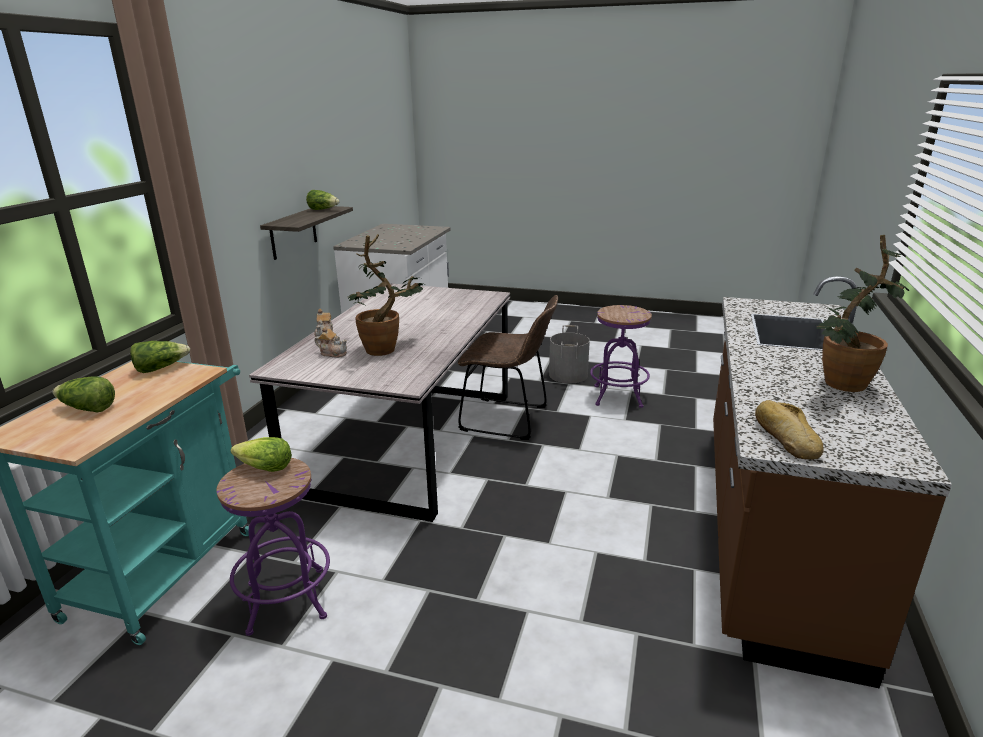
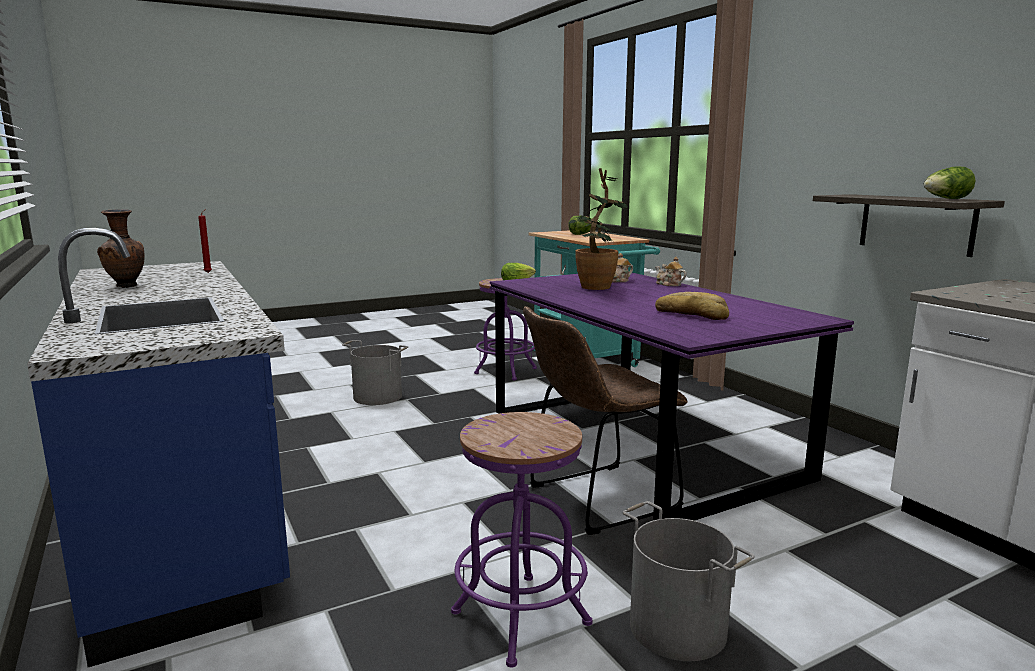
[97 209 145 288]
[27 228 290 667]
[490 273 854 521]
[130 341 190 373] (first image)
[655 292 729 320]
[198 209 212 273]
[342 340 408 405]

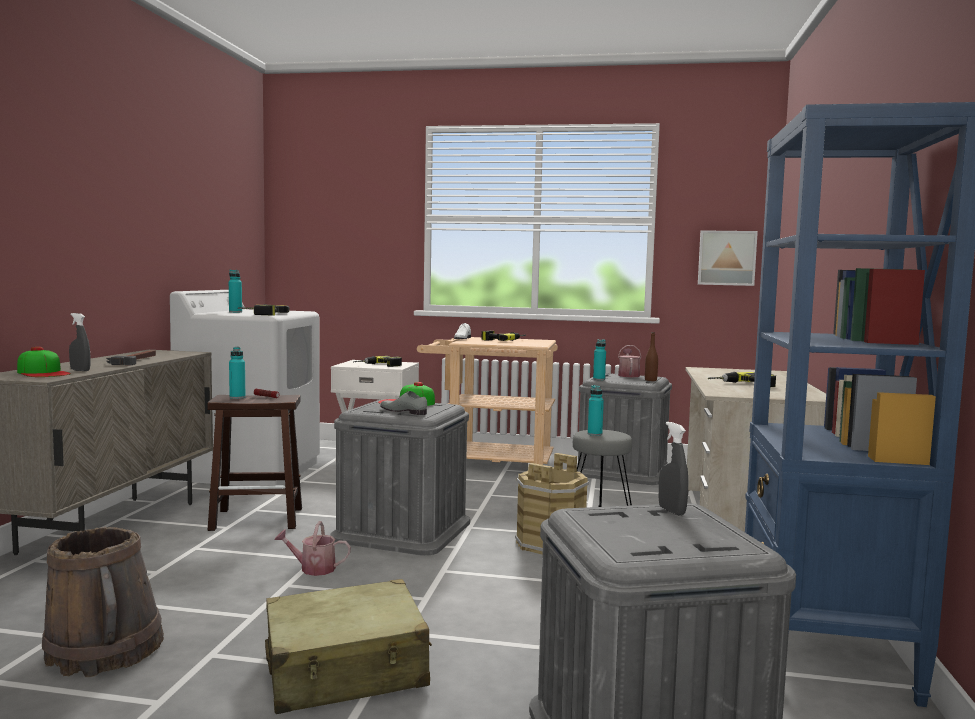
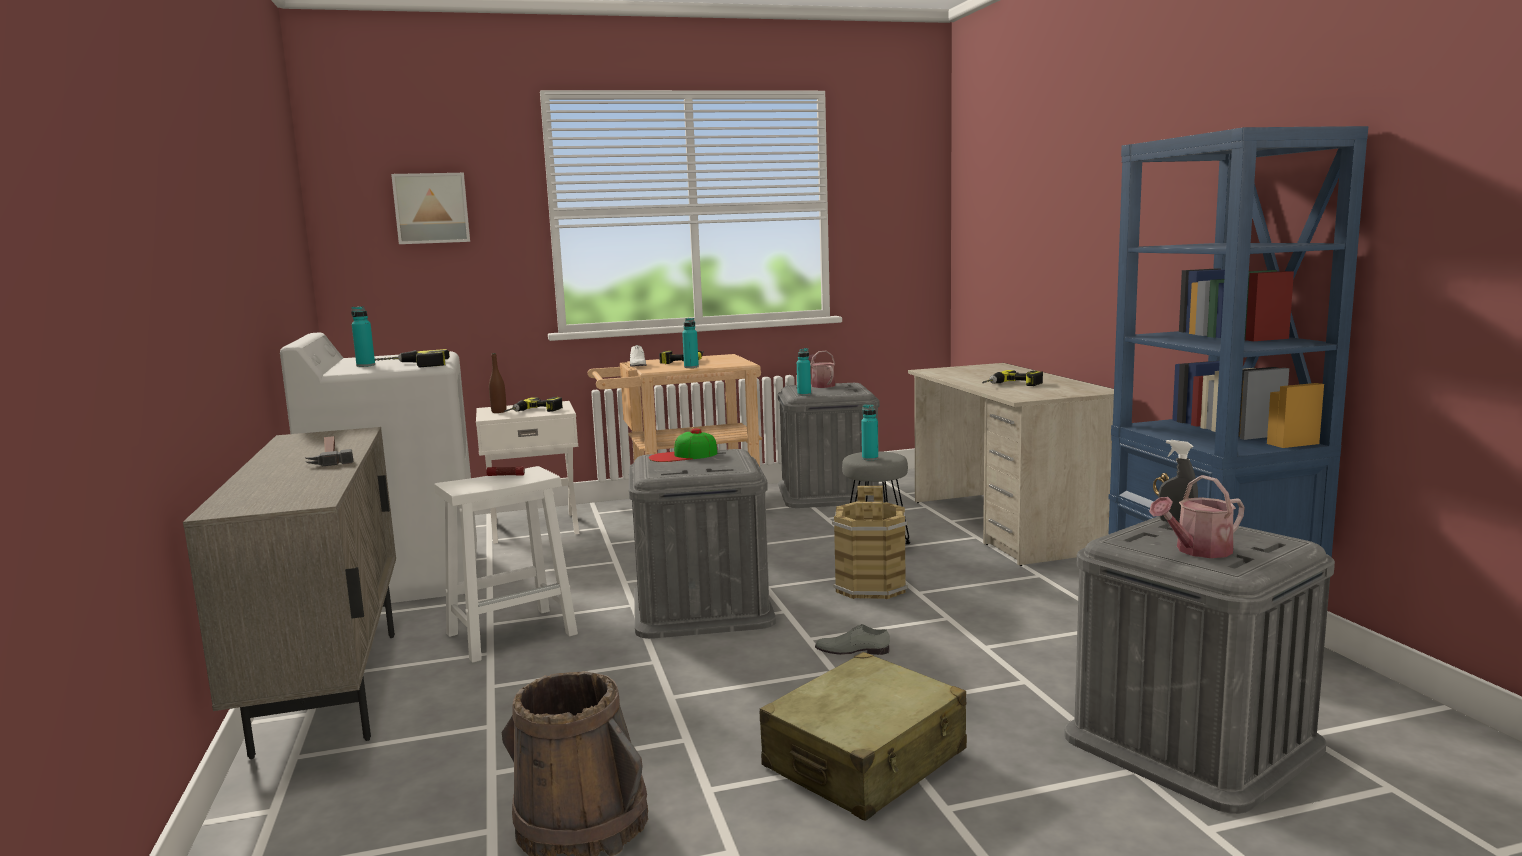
[391 173 470 244]
[69 313 90 371] (first image)
[489 353 507 413]
[17 347 71 377] (first image)
[682 318 699 368]
[815 624 890 655]
[434 466 578 663]
[1149 475 1245 558]

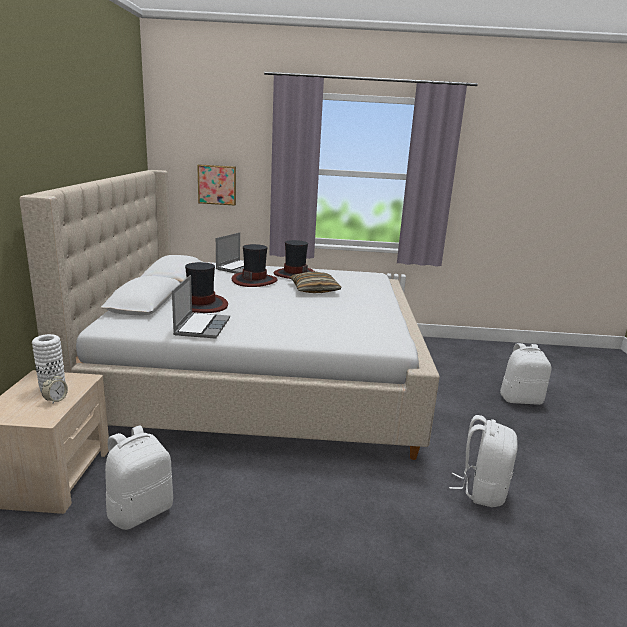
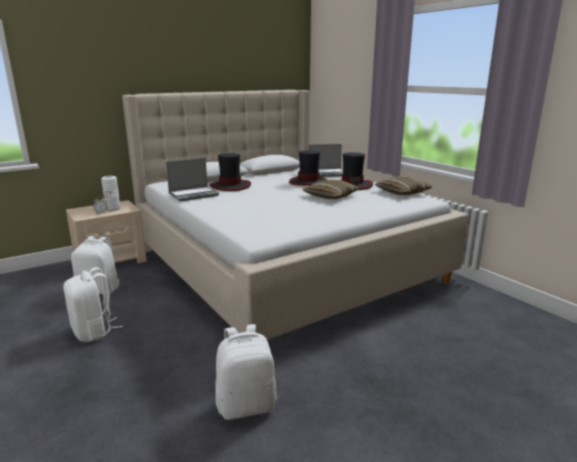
[197 164 236 206] (first image)
[63 267 123 342]
[375 177 432 195]

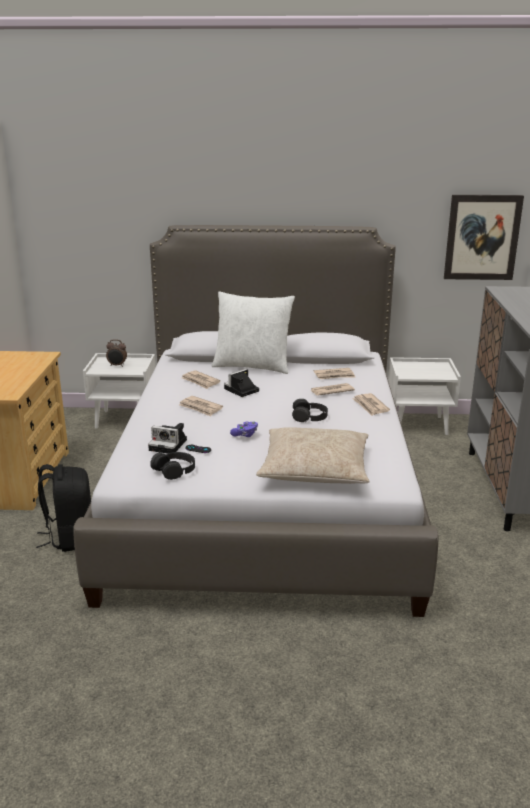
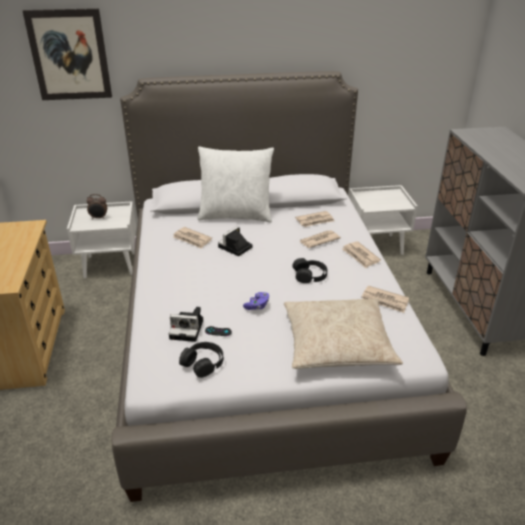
[23 8 112 100]
[361 286 409 313]
[36 464 91 552] (first image)

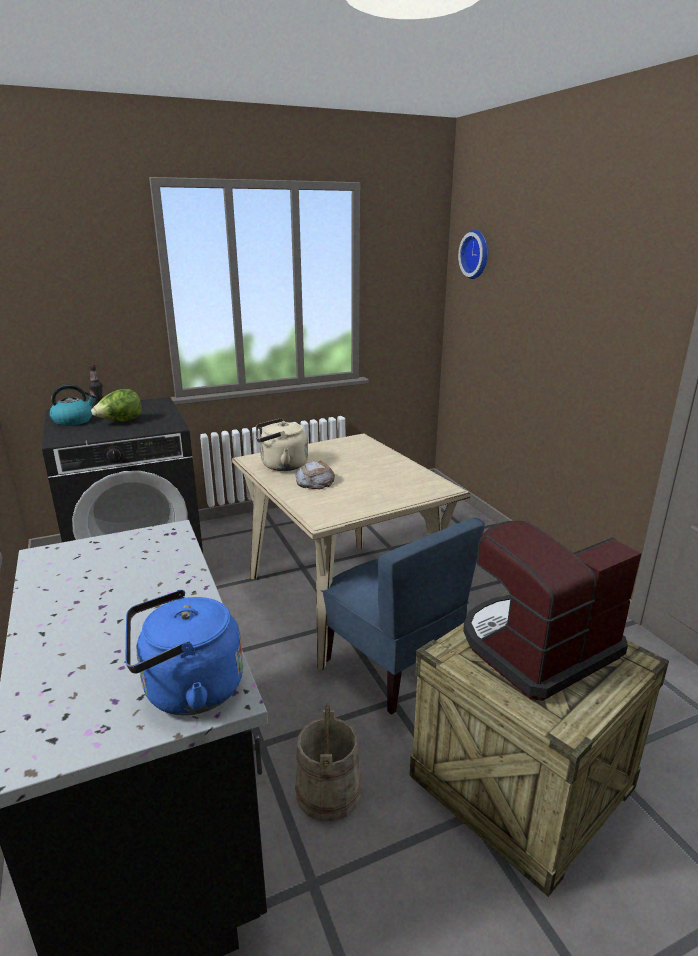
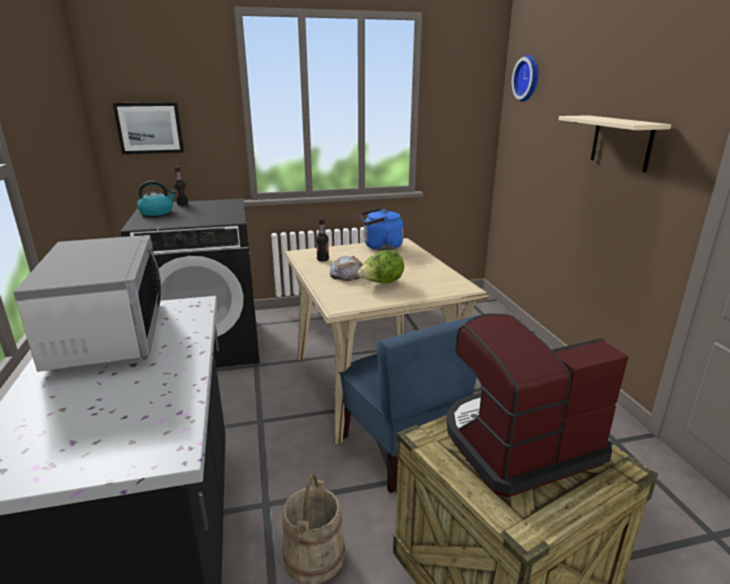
[358 250 404 284]
[316 218 329 261]
[360 208 404 251]
[113 102 184 154]
[558 115 671 172]
[13 235 161 372]

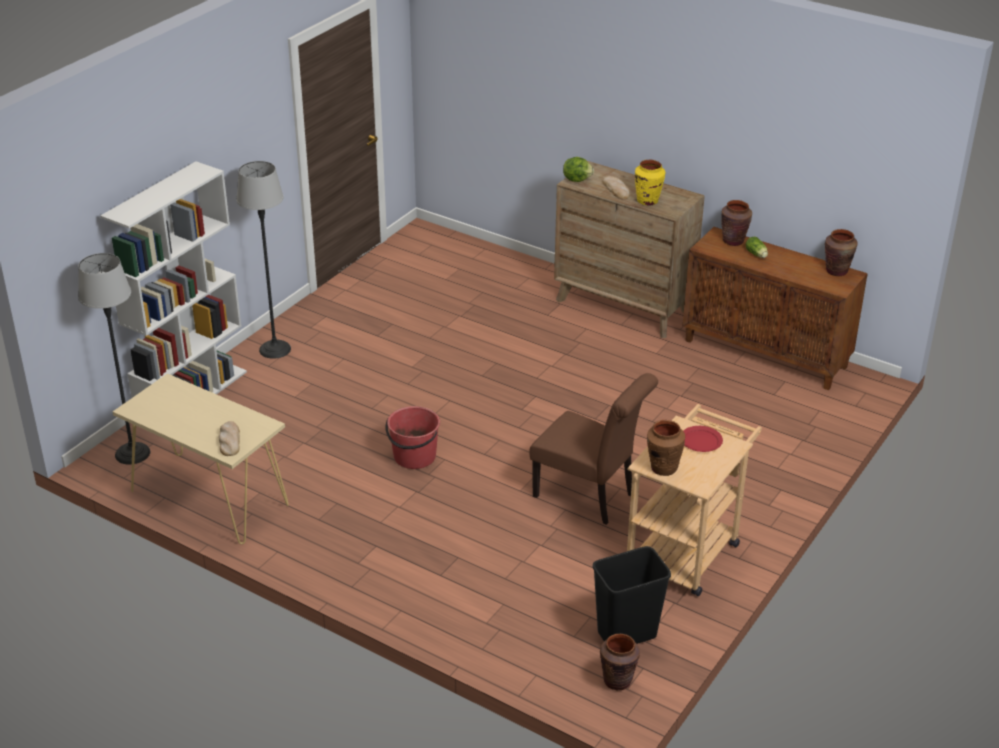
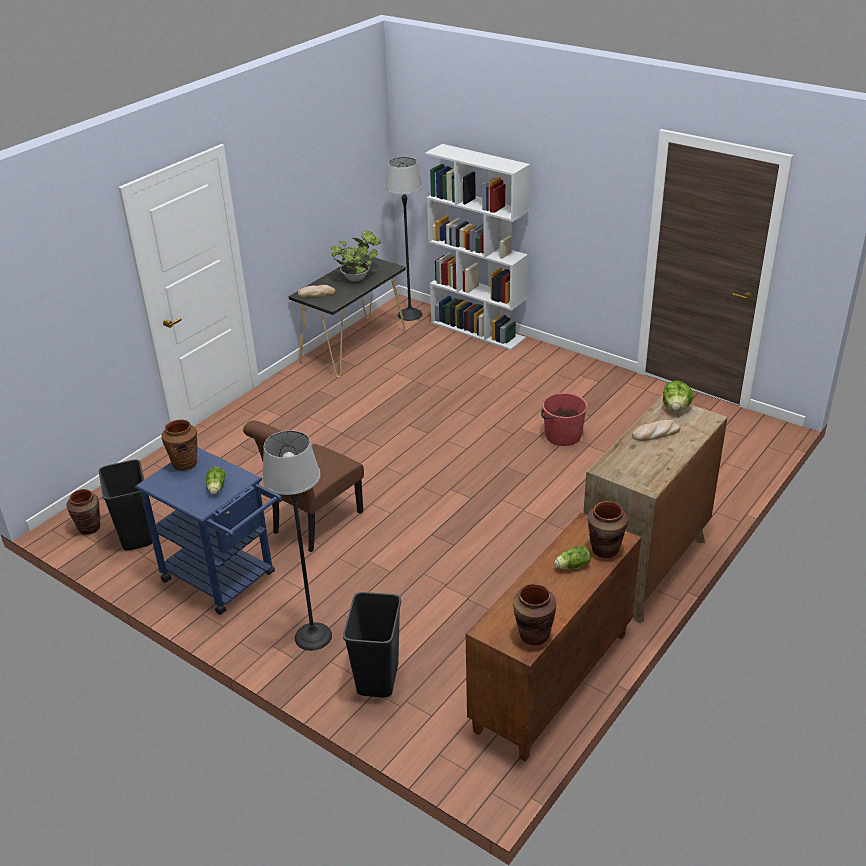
[635 160 665 206] (first image)
[262 431 332 651]
[288 255 406 377]
[135 447 282 615]
[541 392 588 446]
[206 467 225 494]
[331 231 381 281]
[343 592 401 697]

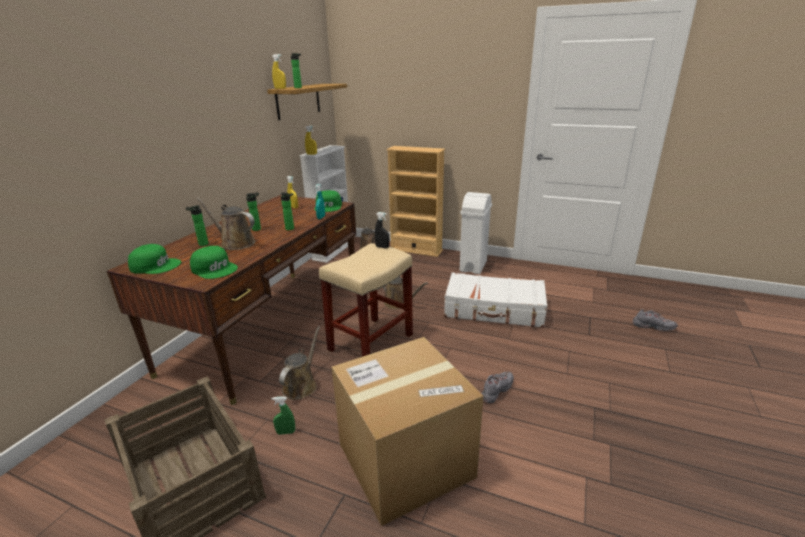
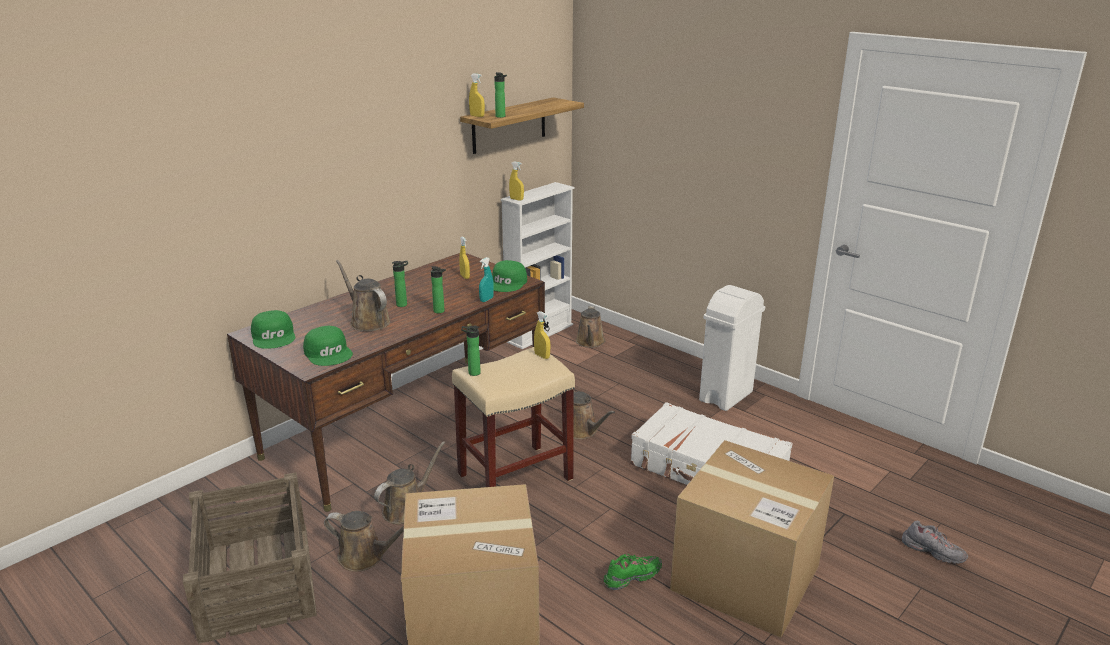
[386 146 445 257] (first image)
[461 325 481 376]
[534 311 550 359]
[251 310 295 349]
[604 554 662 590]
[324 511 404 572]
[670 440 834 638]

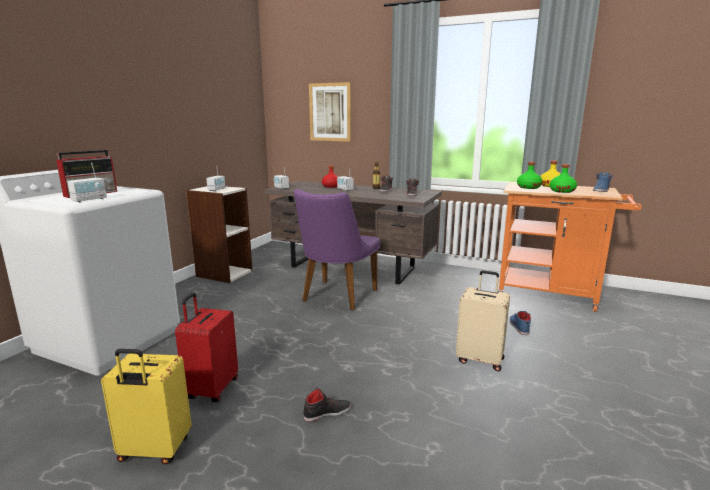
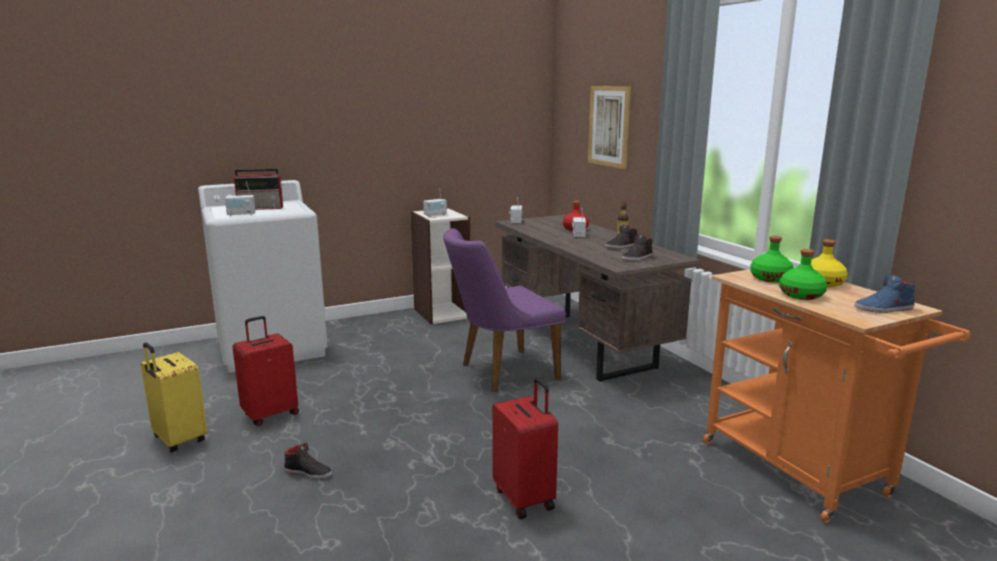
[492 378 558 519]
[509 311 531 335] (first image)

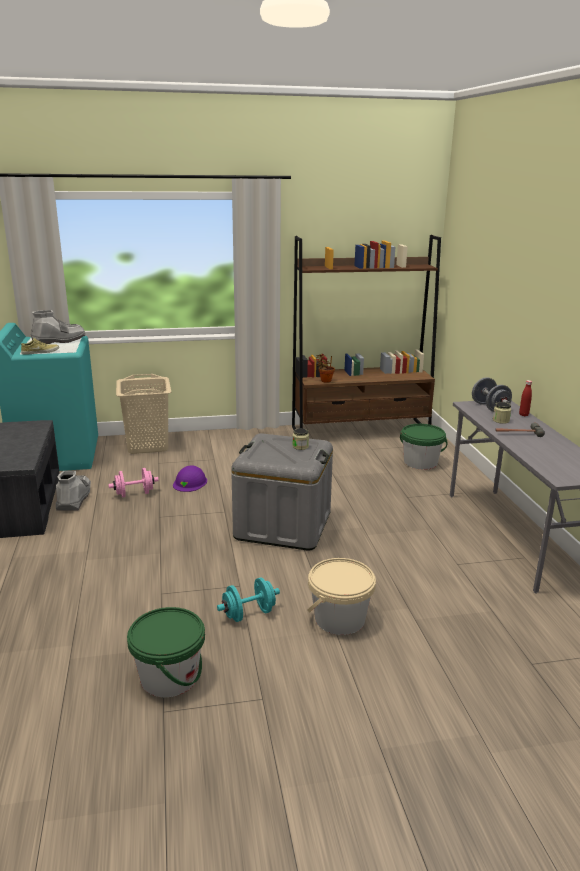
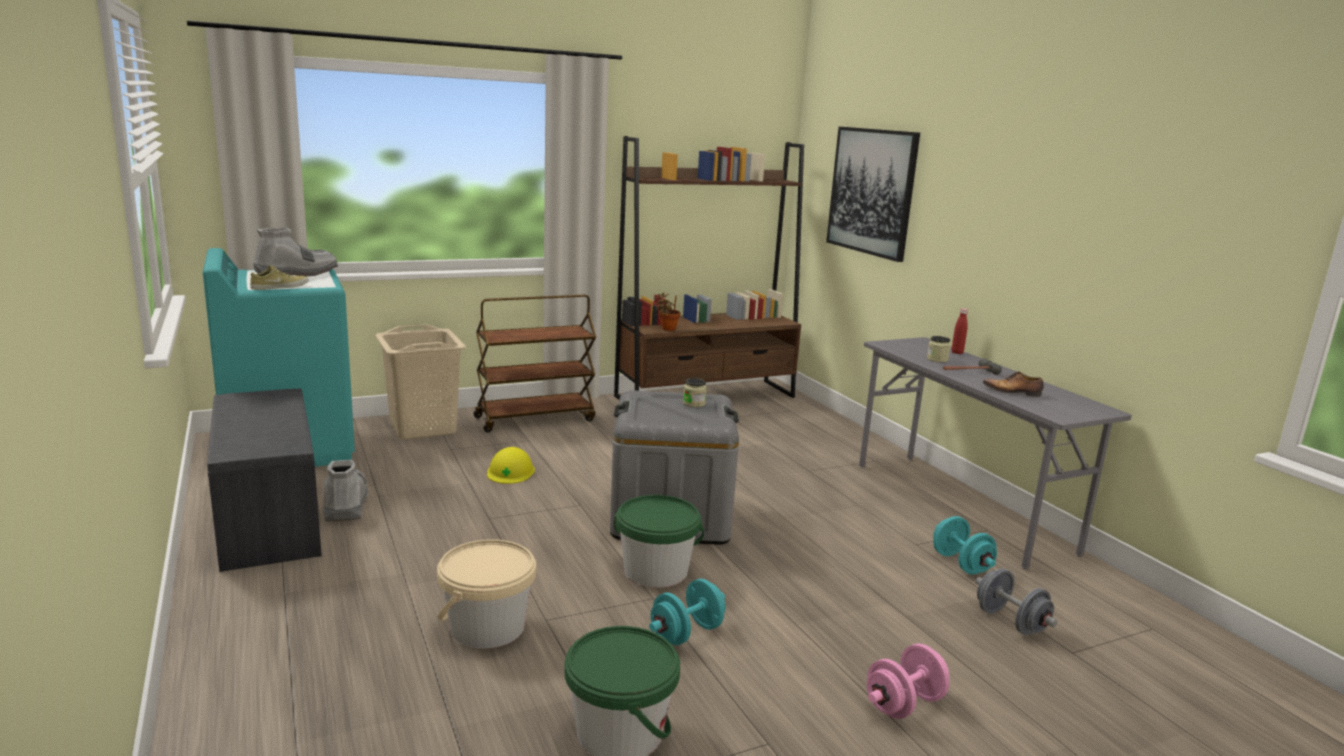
[975 568 1057 635]
[614 495 704 588]
[487 447 535 484]
[867 643 950 719]
[437 539 536 649]
[826 127 920 262]
[473 295 596 433]
[983 371 1044 397]
[933 516 997 574]

